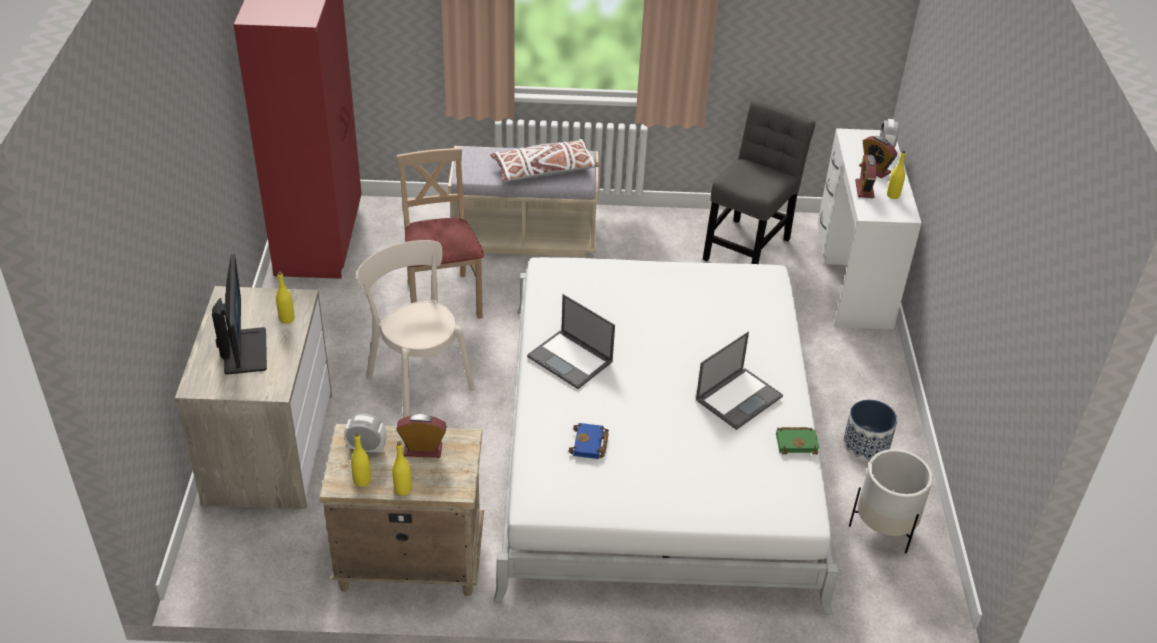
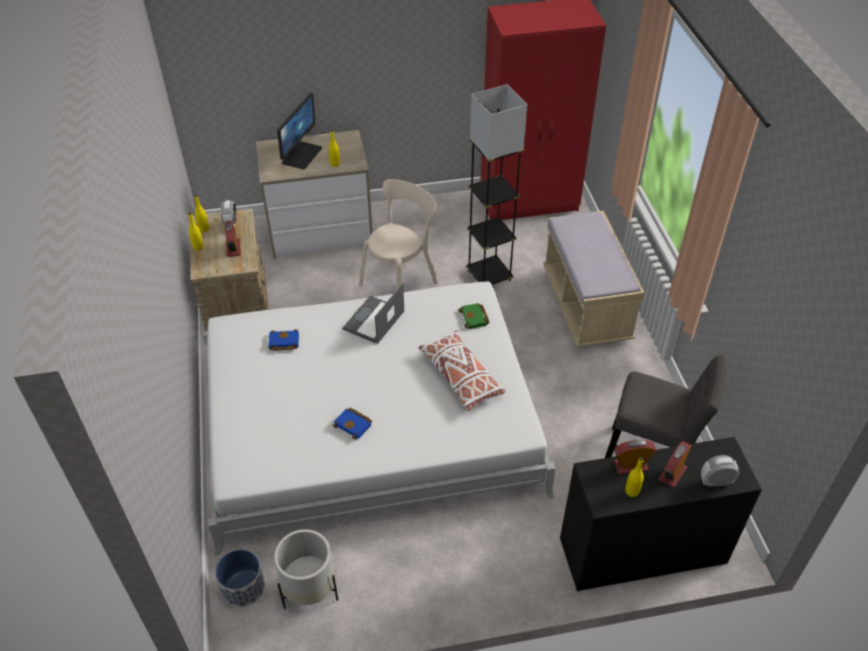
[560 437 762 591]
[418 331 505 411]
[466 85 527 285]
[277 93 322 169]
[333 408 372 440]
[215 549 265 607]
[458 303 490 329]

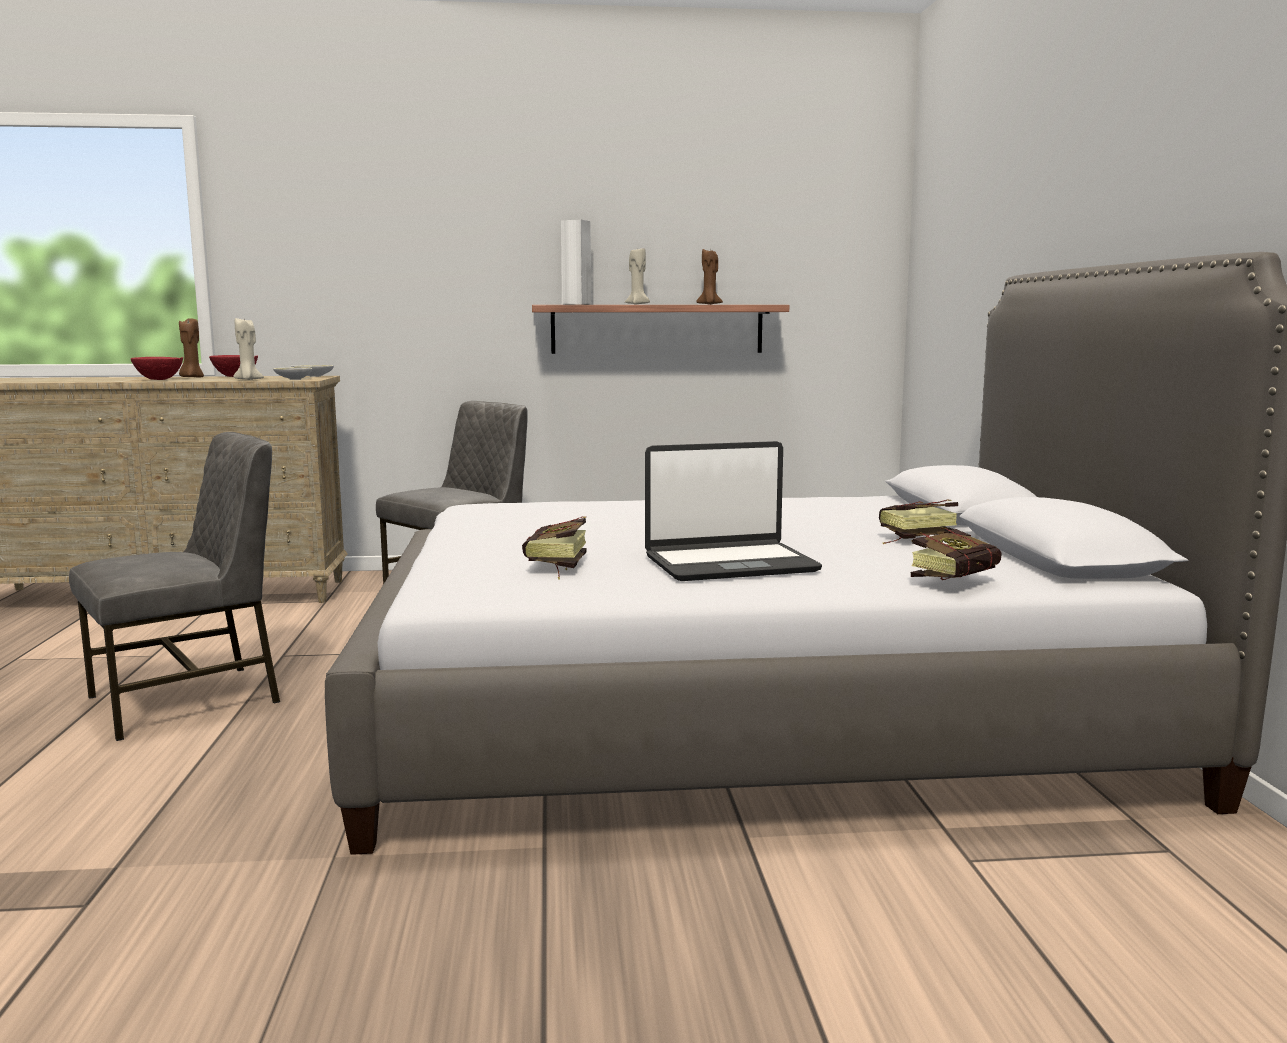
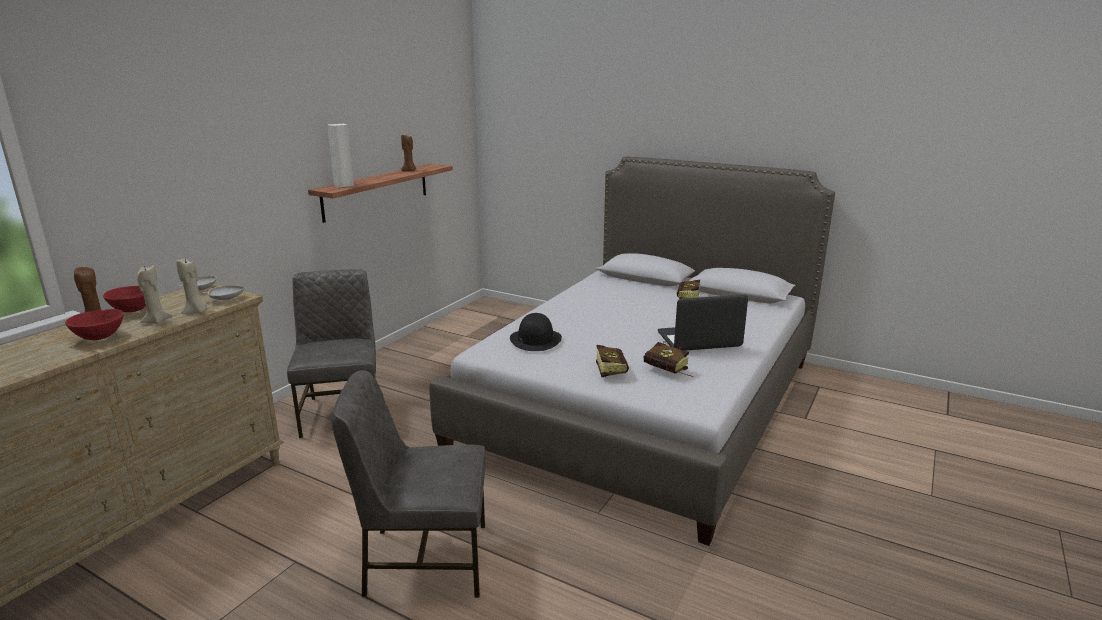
[137 265 172 324]
[331 370 486 598]
[658 295 748 351]
[596 345 629 377]
[510 313 562 351]

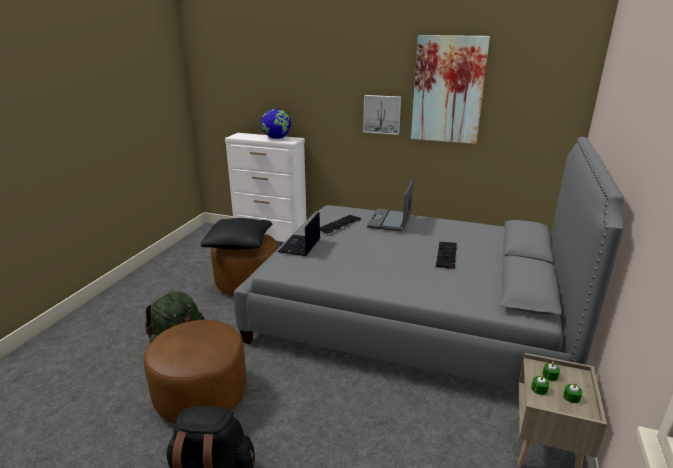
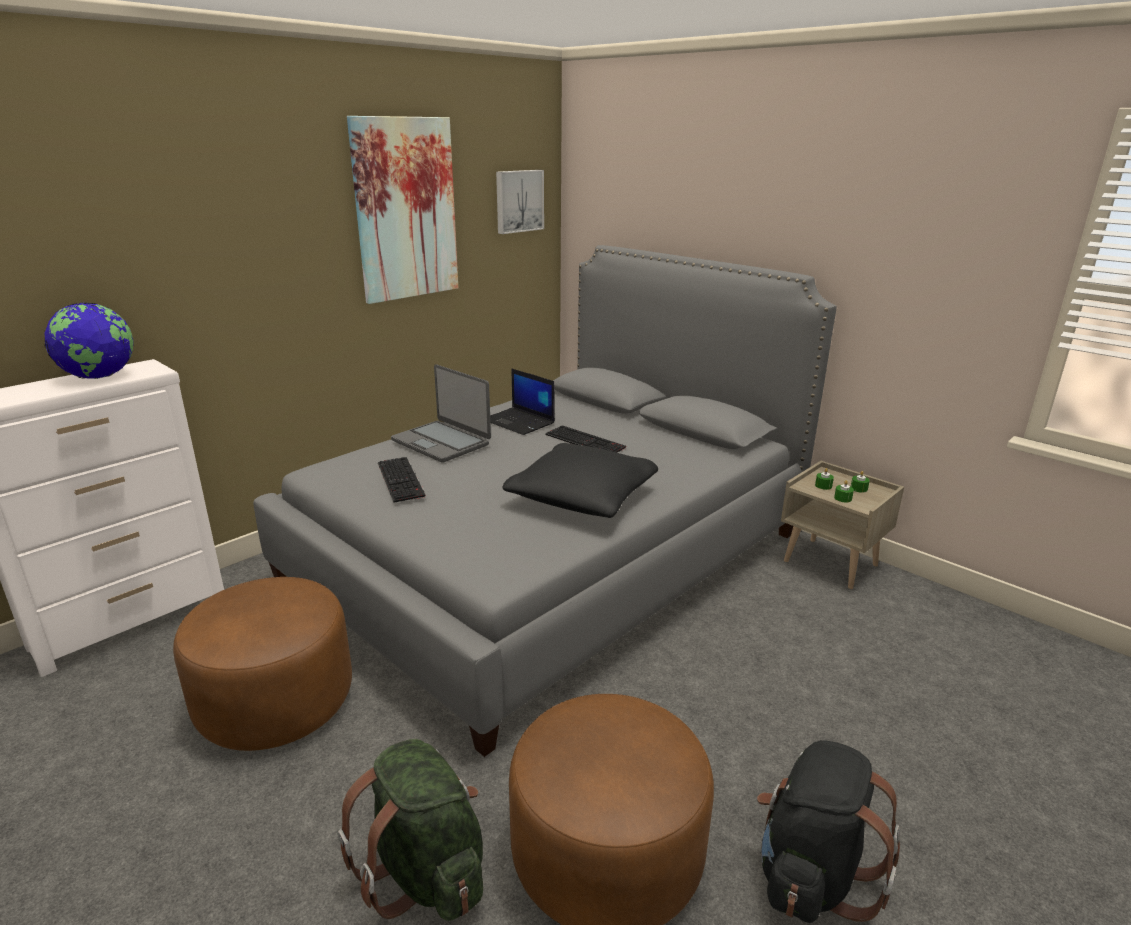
[496 170 544 234]
[490 368 555 435]
[503 443 658 518]

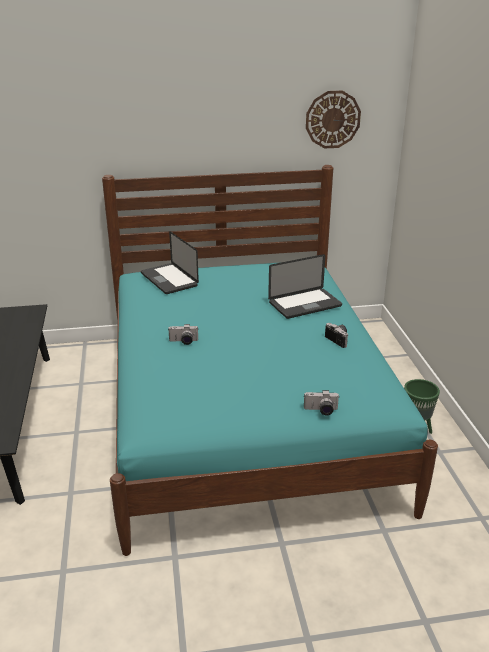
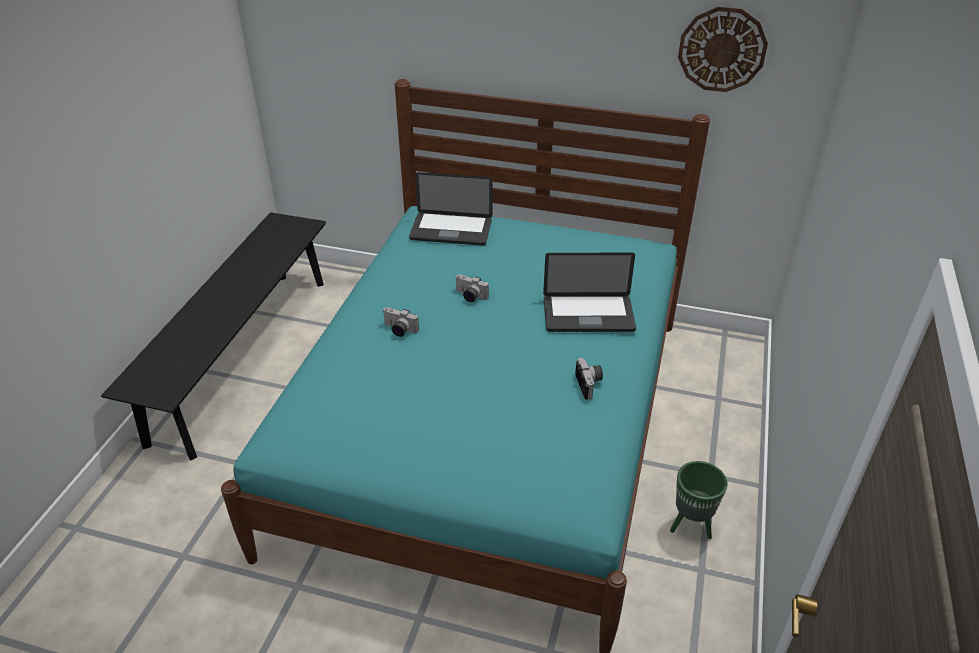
[409 172 492 246]
[456 274 489 302]

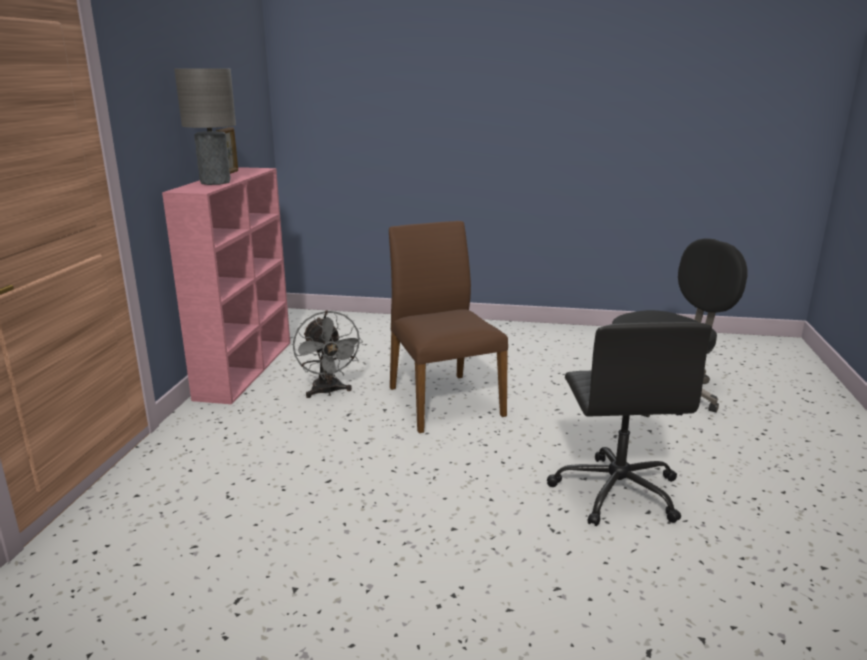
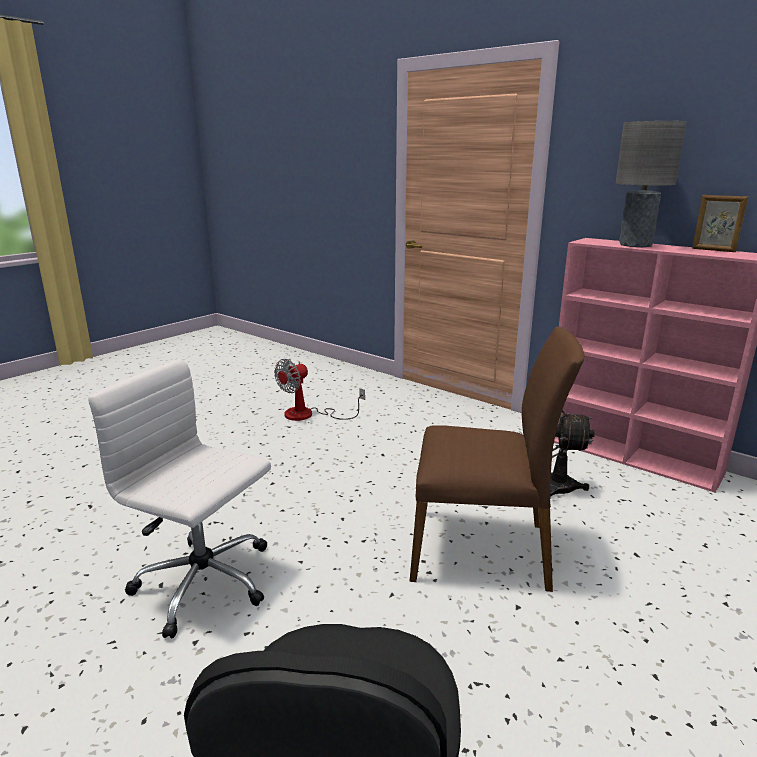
[88 359 271 638]
[274 359 365 421]

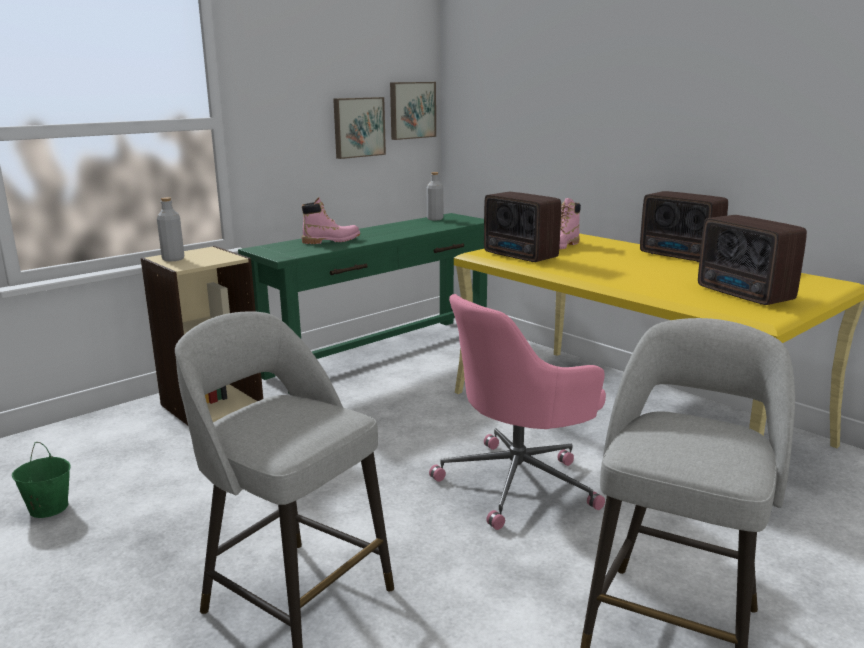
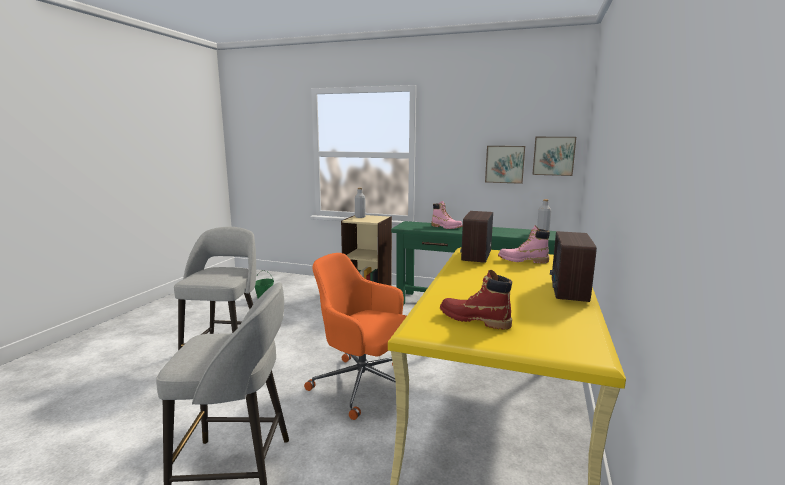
[440 270 512 329]
[304 253 407 420]

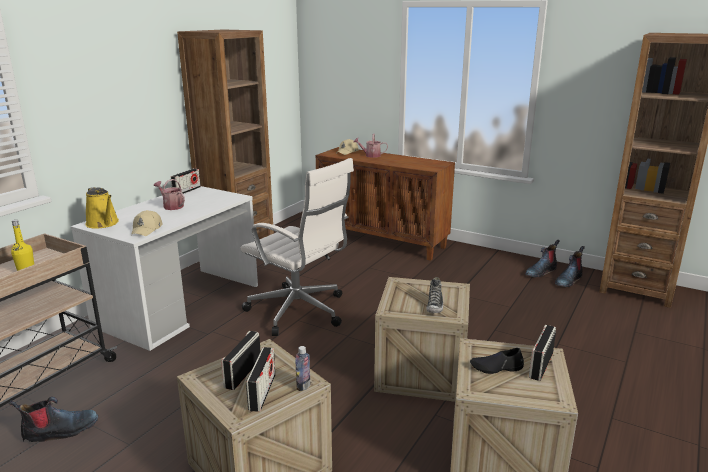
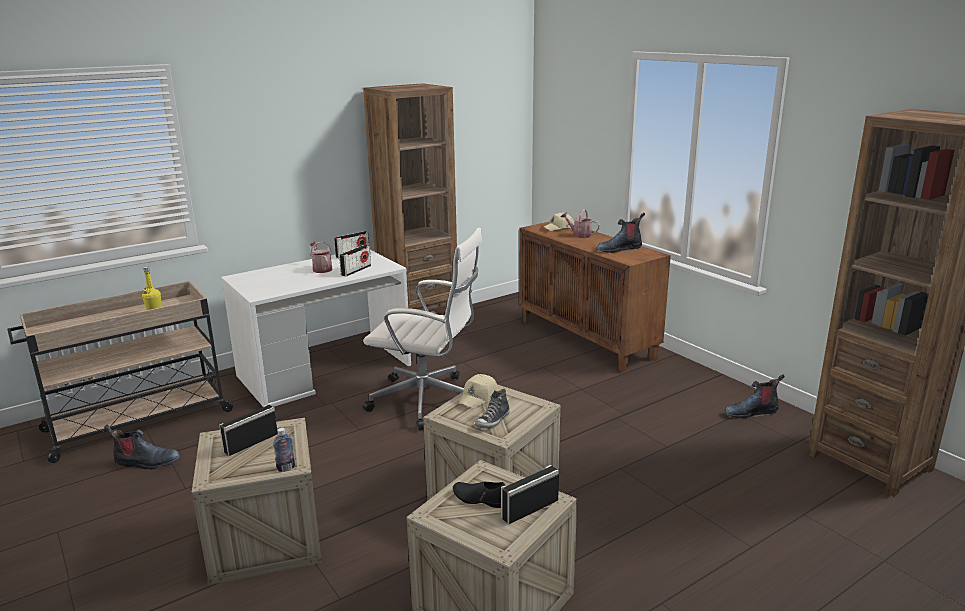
[363 227 483 430]
[85 187 119 229] (first image)
[459 374 498 409]
[596 213 645 253]
[339 245 371 276]

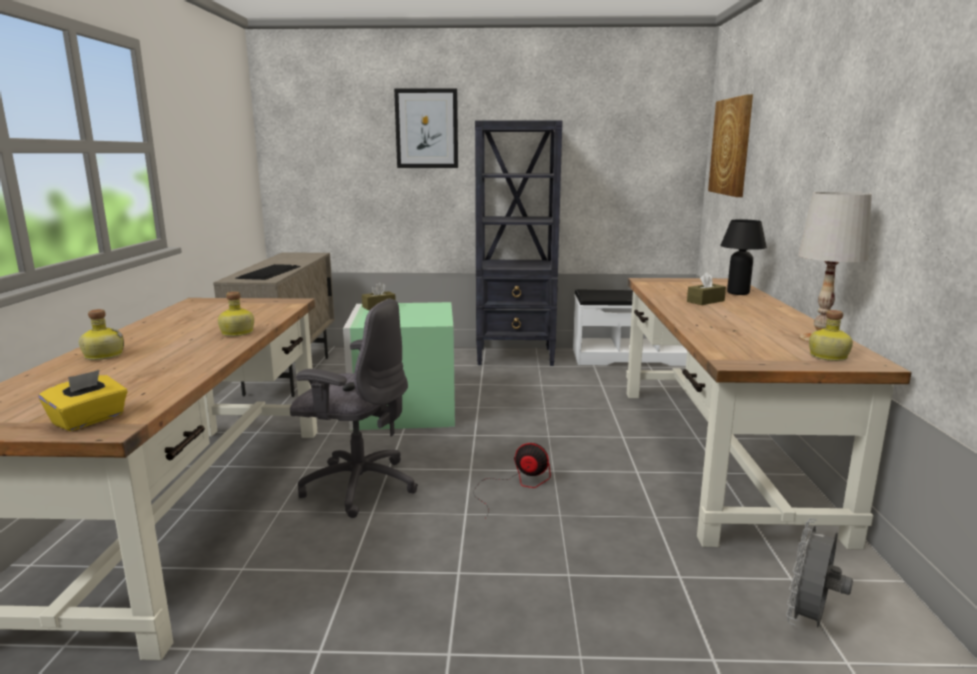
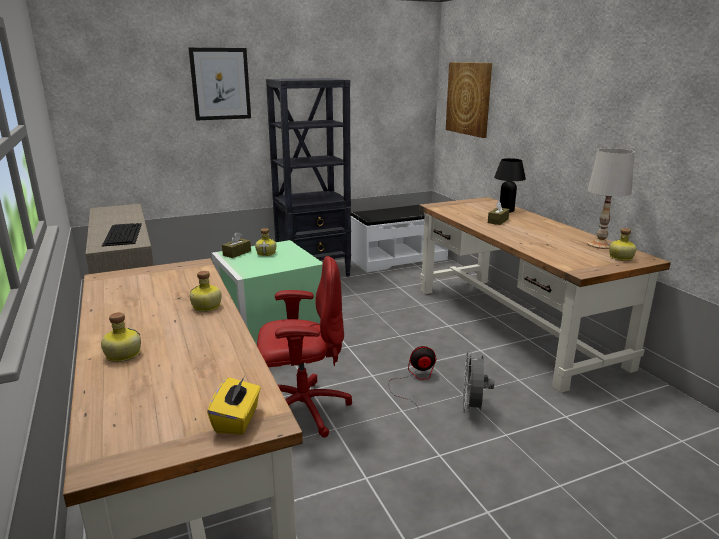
[257 256 352 437]
[463 350 494 414]
[255 228 276 256]

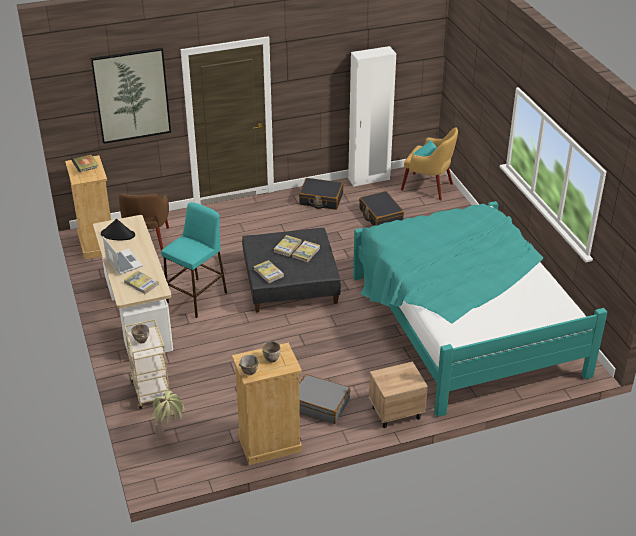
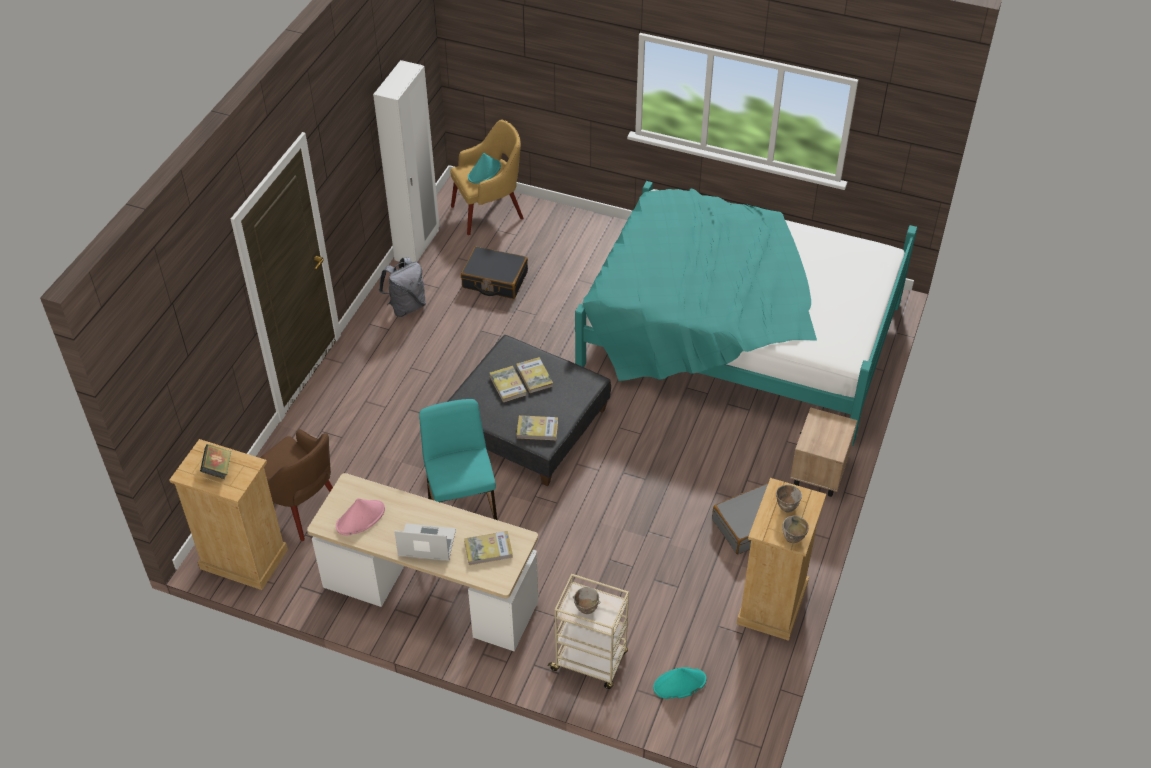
[91 48 171 144] (first image)
[379 257 426 317]
[336 498 385 536]
[653 667 706 699]

